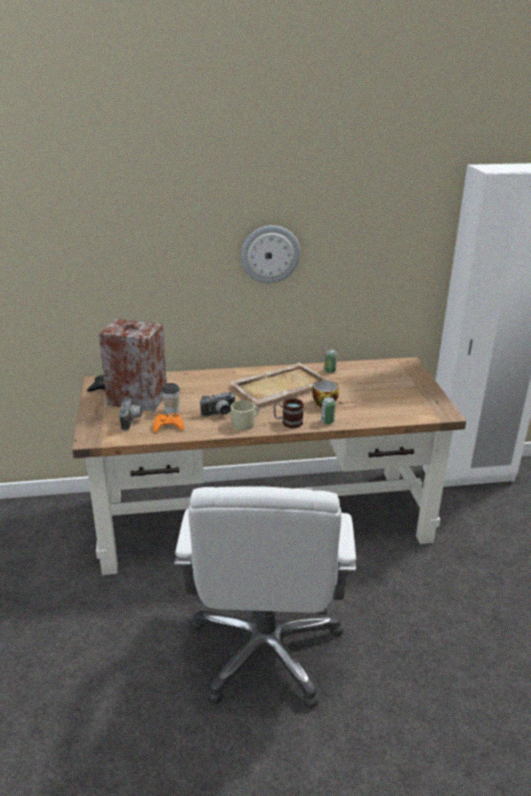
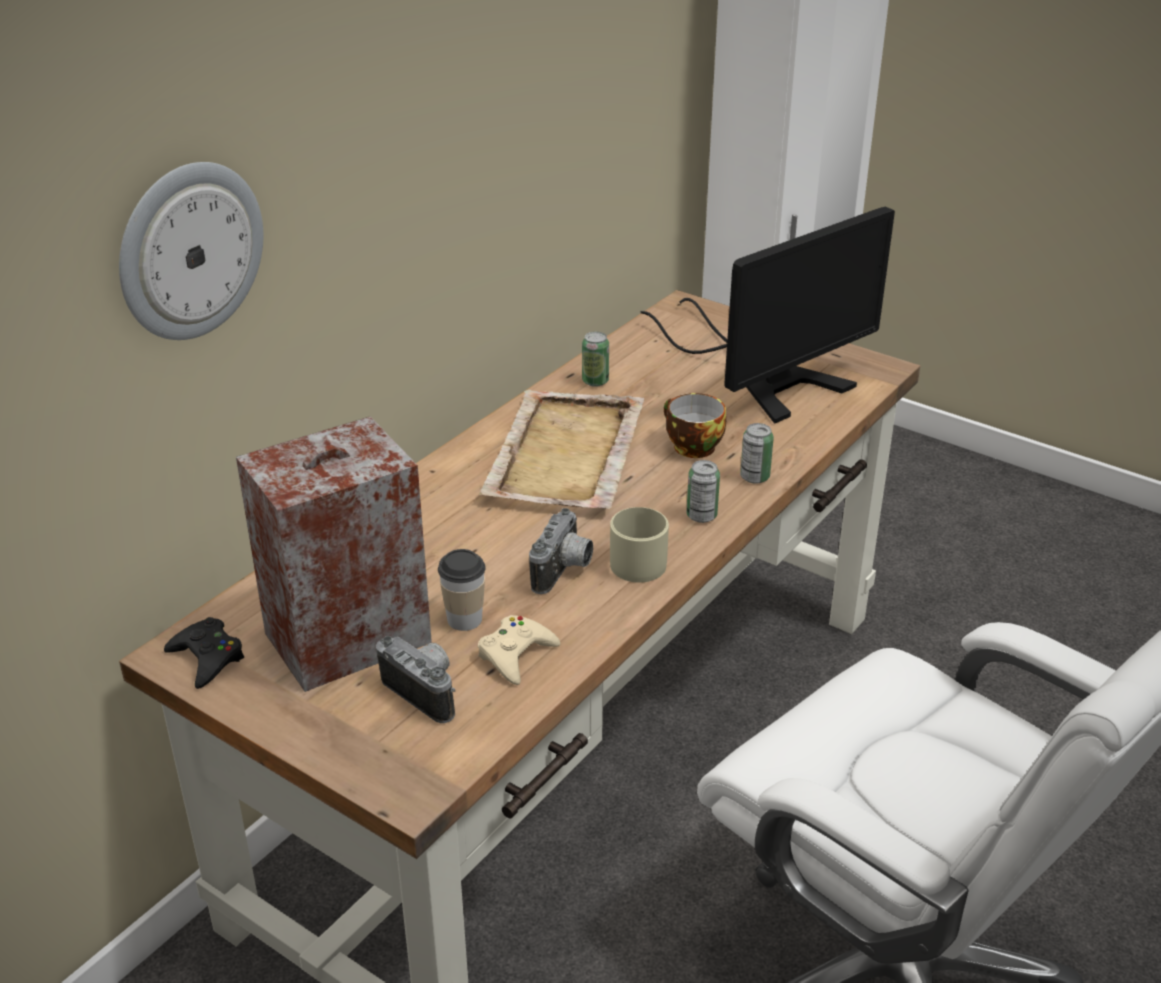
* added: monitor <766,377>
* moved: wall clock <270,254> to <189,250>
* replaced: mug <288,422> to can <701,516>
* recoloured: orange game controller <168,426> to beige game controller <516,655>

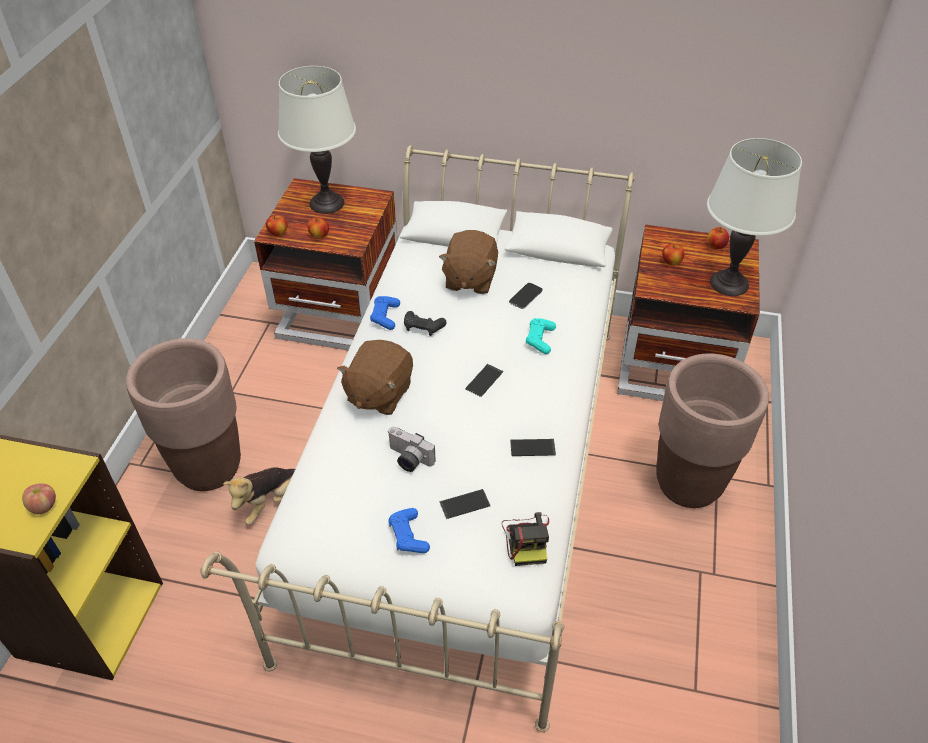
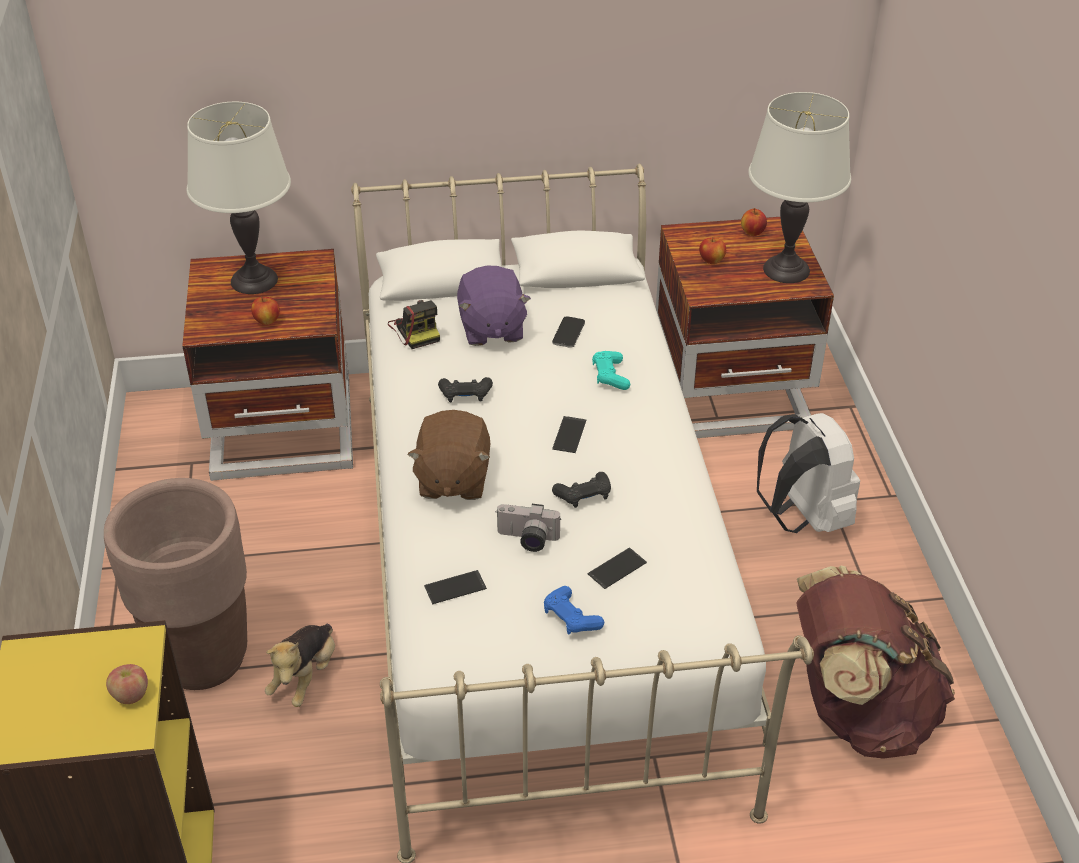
* removed: apple <278,233>
* removed: blue game controller <385,316>
* added: black game controller <584,495>
* added: brown backpack <857,712>
* moved: photo camera <527,539> to <416,330>
* moved: phone <532,448> to <455,587>
* replaced: brown planter <688,483> to white backpack <803,517>
* recoloured: brown plush toy <469,279> to purple plush toy <491,328>

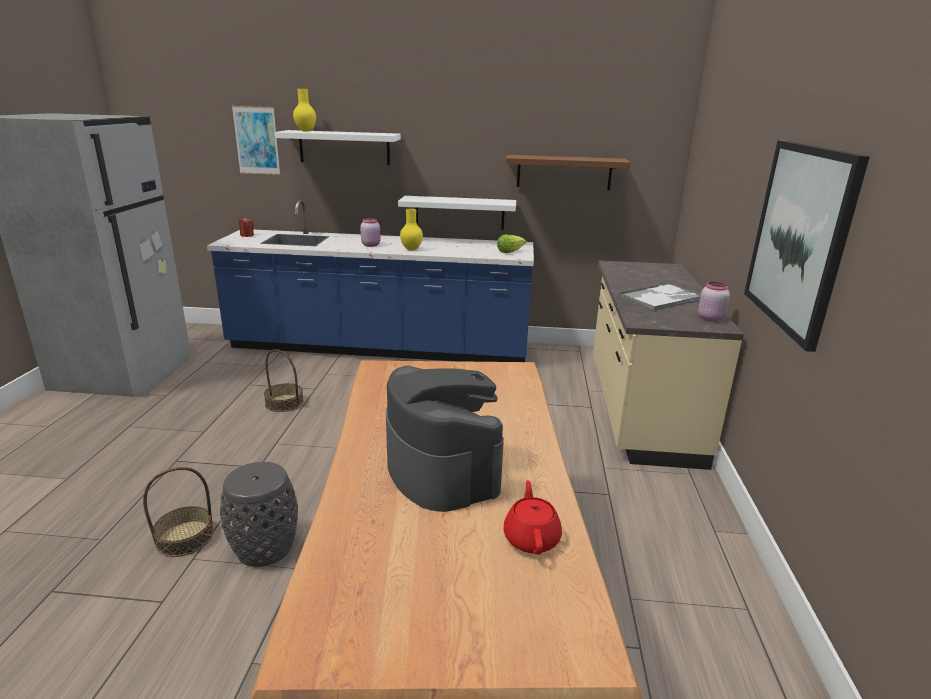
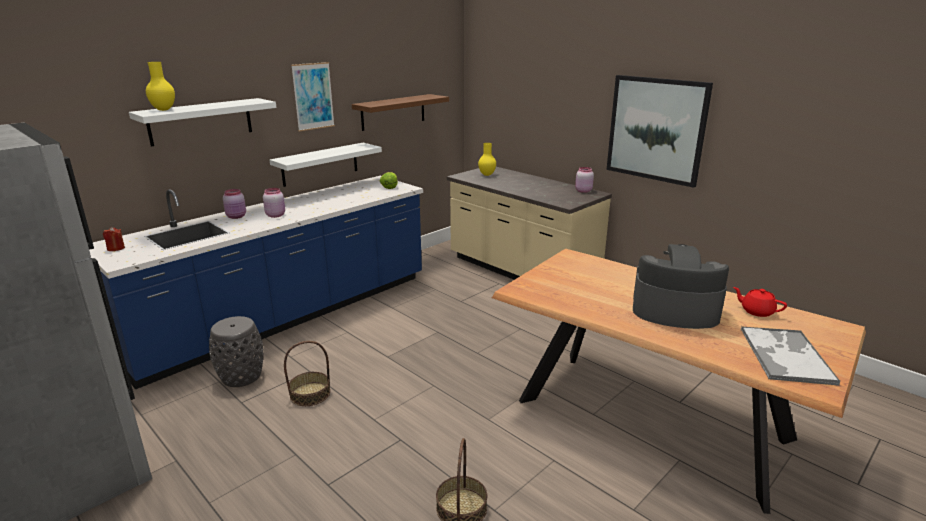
* added: pink jar <237,216>
* moved: grey stool <264,548> to <241,376>
* moved: picture <256,140> to <313,96>
* moved: yellow vase <412,249> to <487,175>
* moved: tray <661,297> to <785,355>

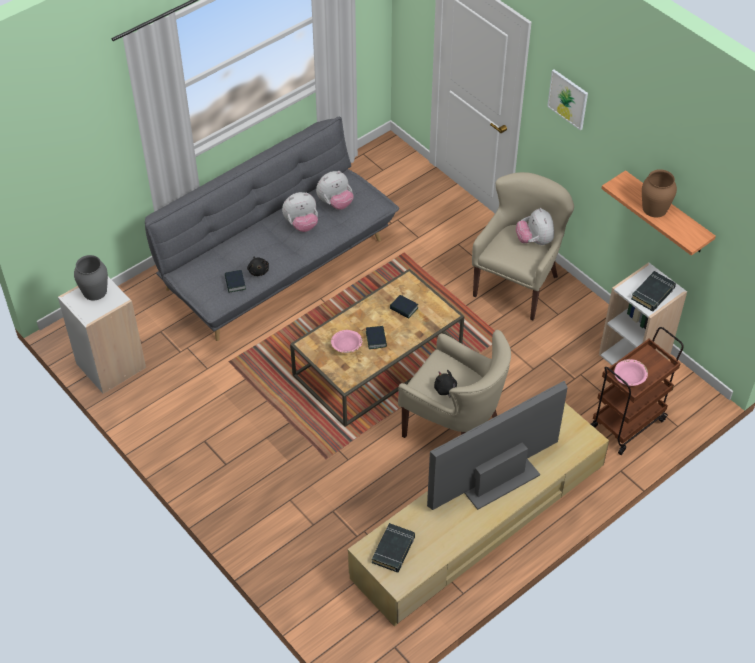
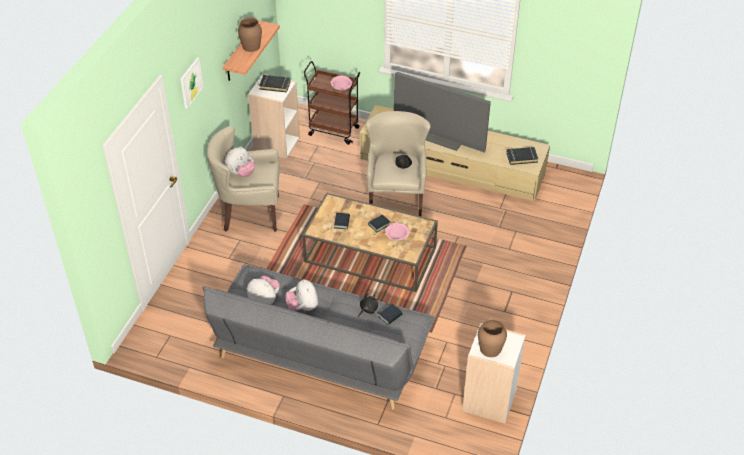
* recoloured: grey vase <94,291> to brown vase <490,348>
* turned: plush toy <301,224> = <303,307> 150 degrees counterclockwise

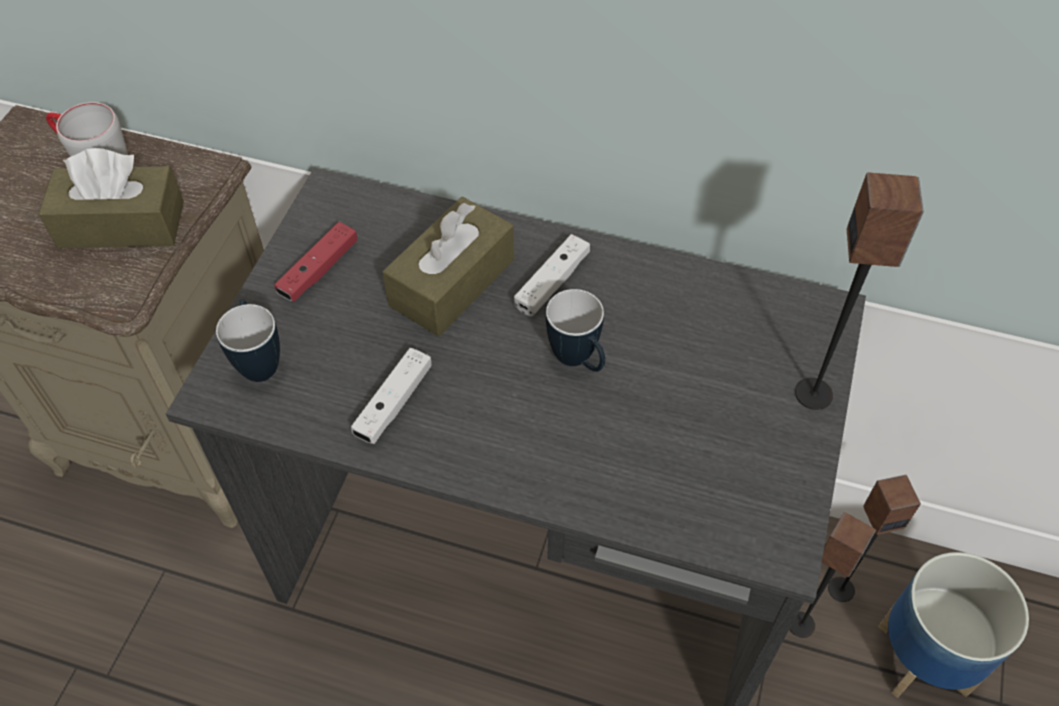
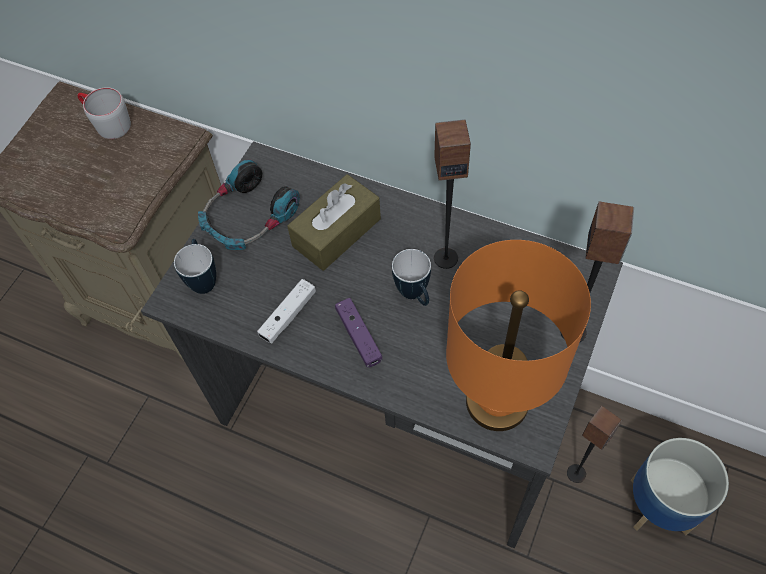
* removed: brown tissue box <121,224>
* removed: white game controller <552,282>
* added: purple game controller <359,336>
* added: orange table lamp <495,401>
* moved: speaker <841,588> to <445,257>
* replaced: red game controller <319,270> to headphones <249,217>

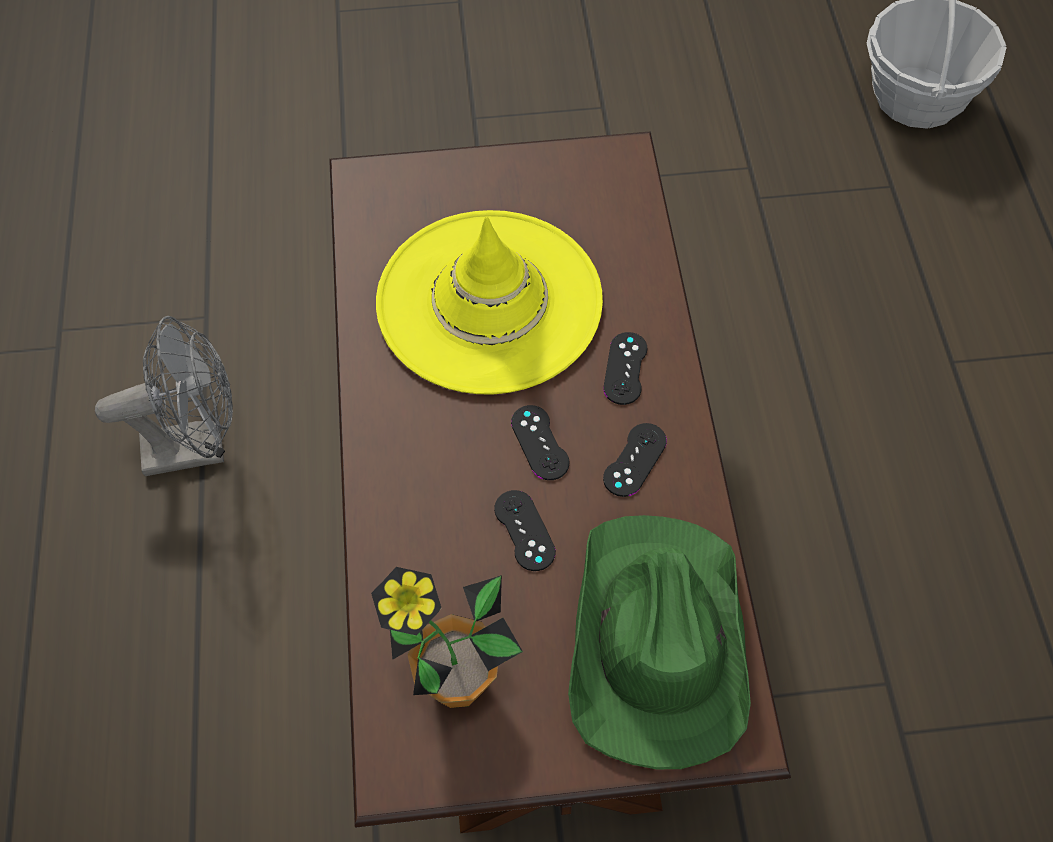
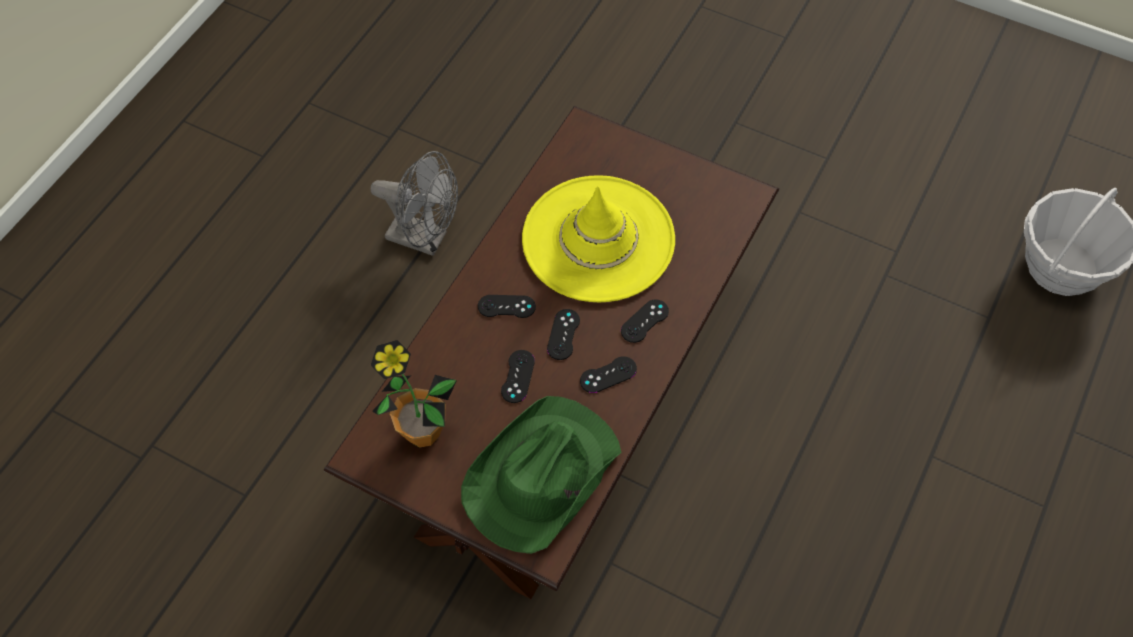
* added: black game controller <506,306>

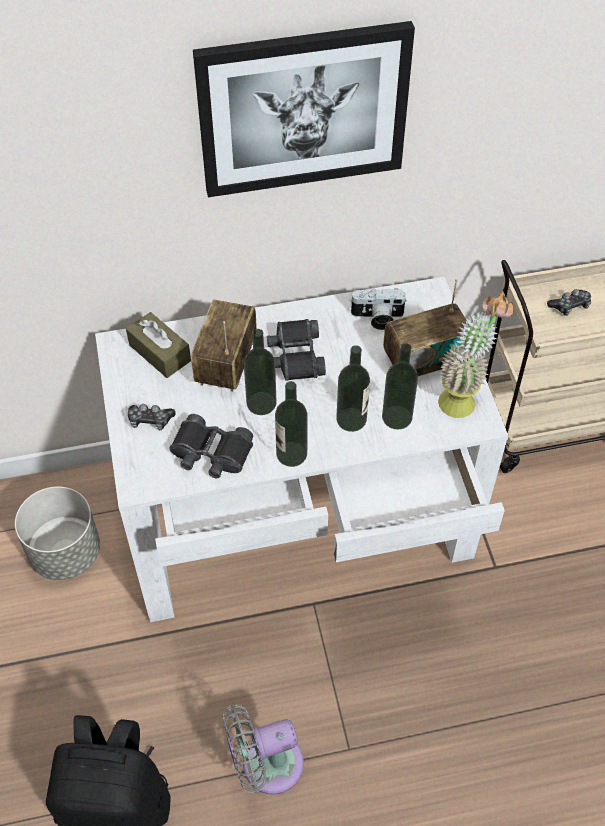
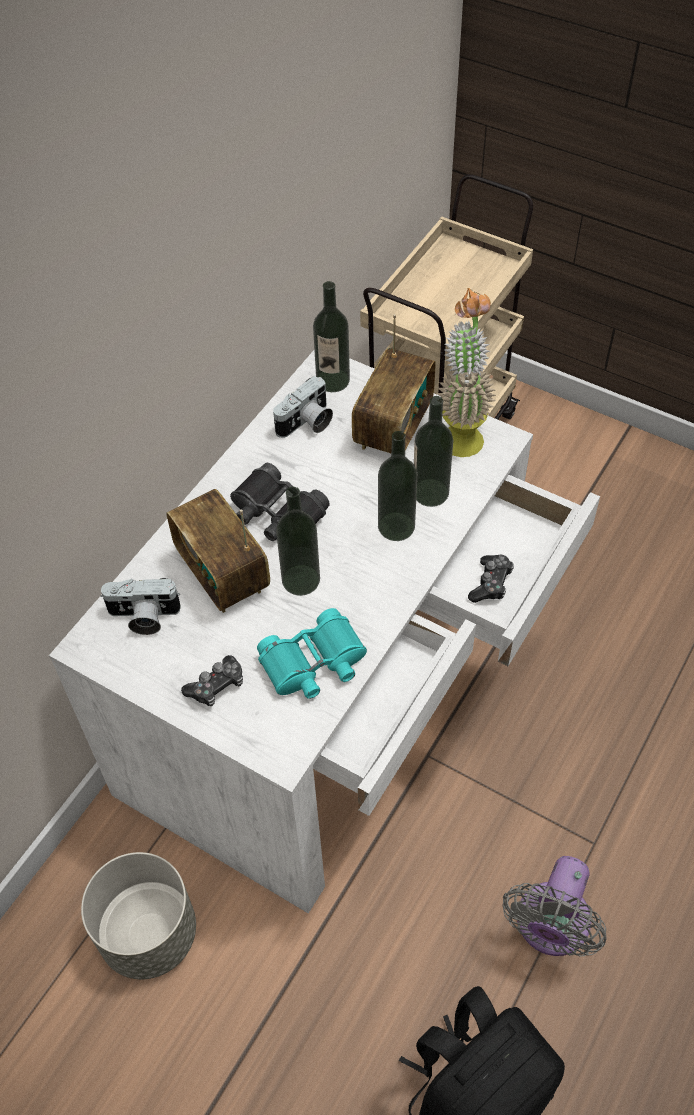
* removed: picture <303,109>
* moved: bottle <291,454> to <333,380>
* moved: game controller <570,306> to <491,583>
* replaced: brown tissue box <160,353> to photo camera <143,617>
* recoloured: black binoculars <211,454> to turquoise binoculars <314,664>

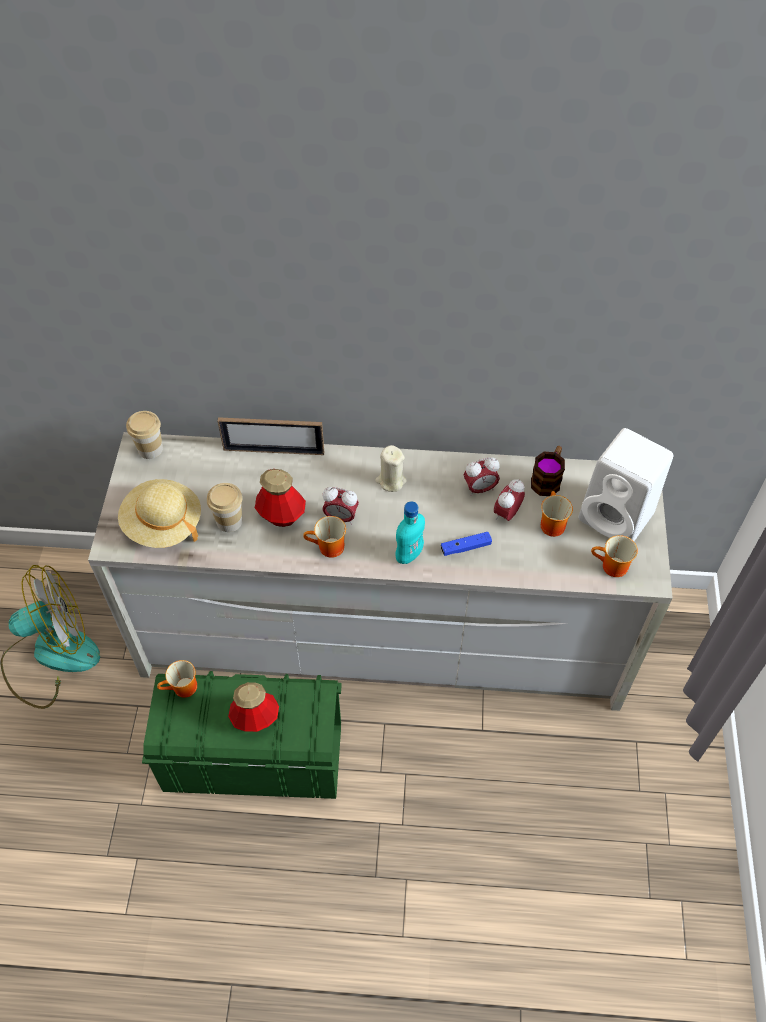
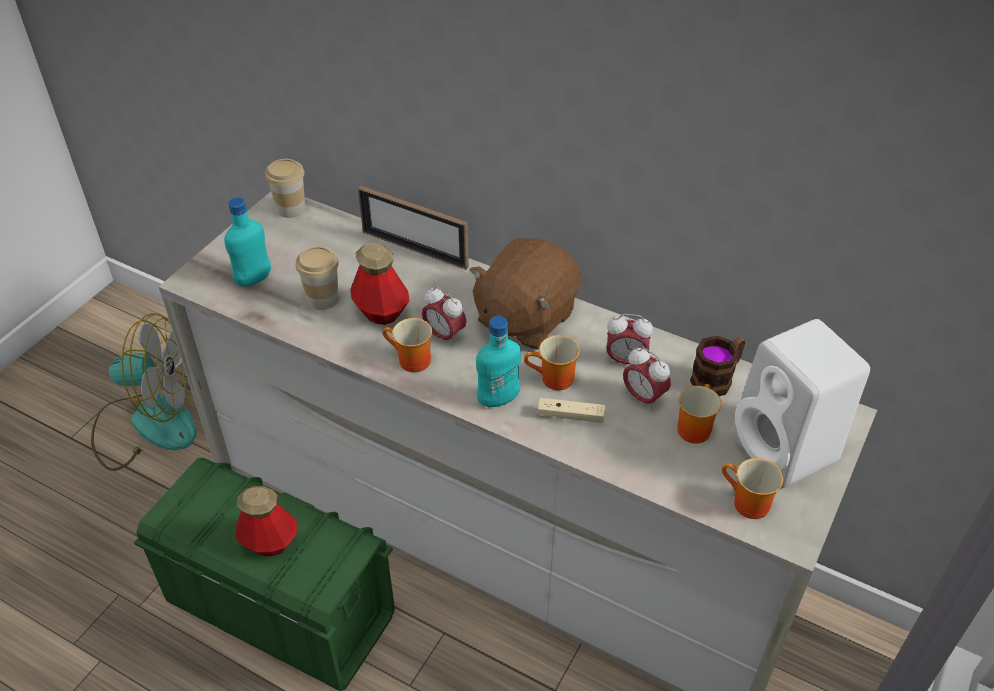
* moved: mug <183,689> to <553,380>
* replaced: beige hat <163,524> to turquoise bottle <254,279>
* replaced: beige candle <391,481> to brown plush toy <525,318>
* recoloured: blue game controller <465,547> to beige game controller <570,415>
* turned: alarm clock <507,514> = <643,397> 105 degrees counterclockwise

